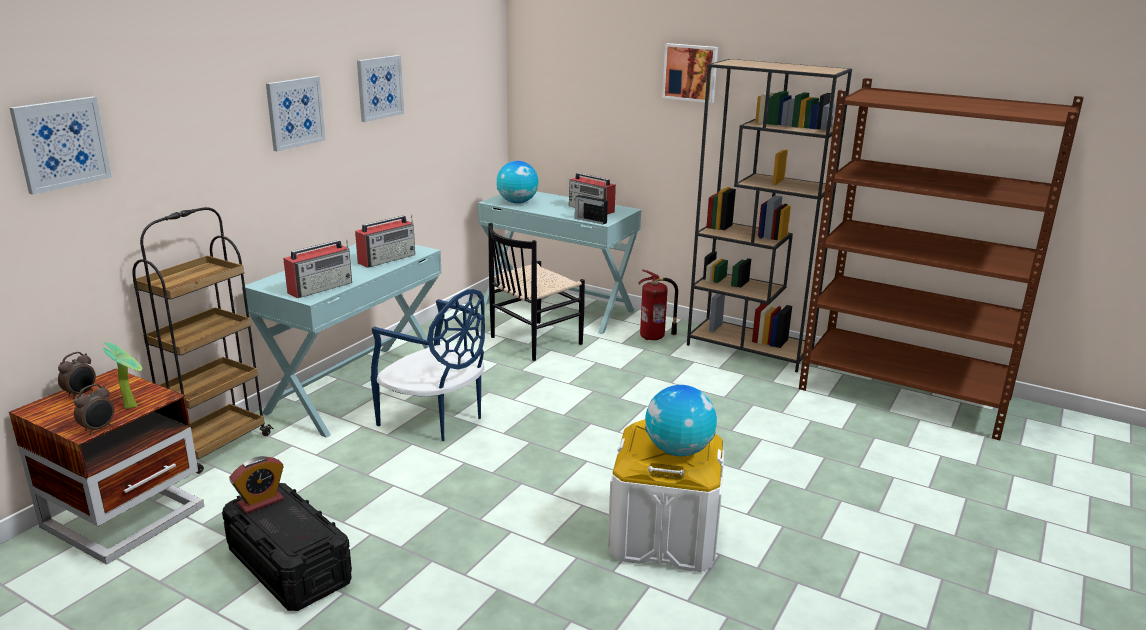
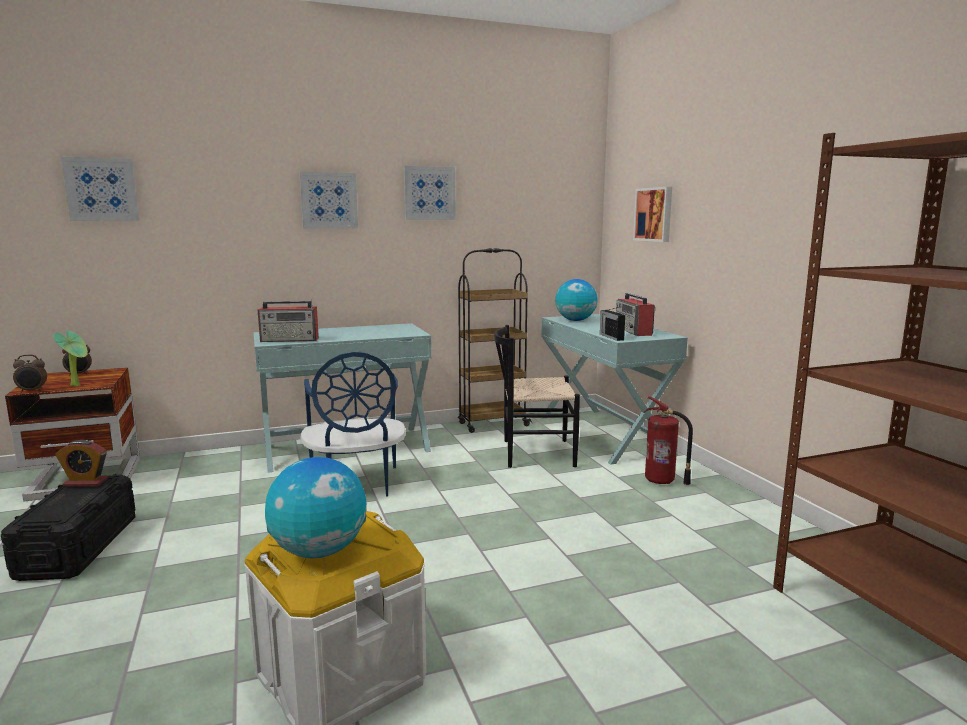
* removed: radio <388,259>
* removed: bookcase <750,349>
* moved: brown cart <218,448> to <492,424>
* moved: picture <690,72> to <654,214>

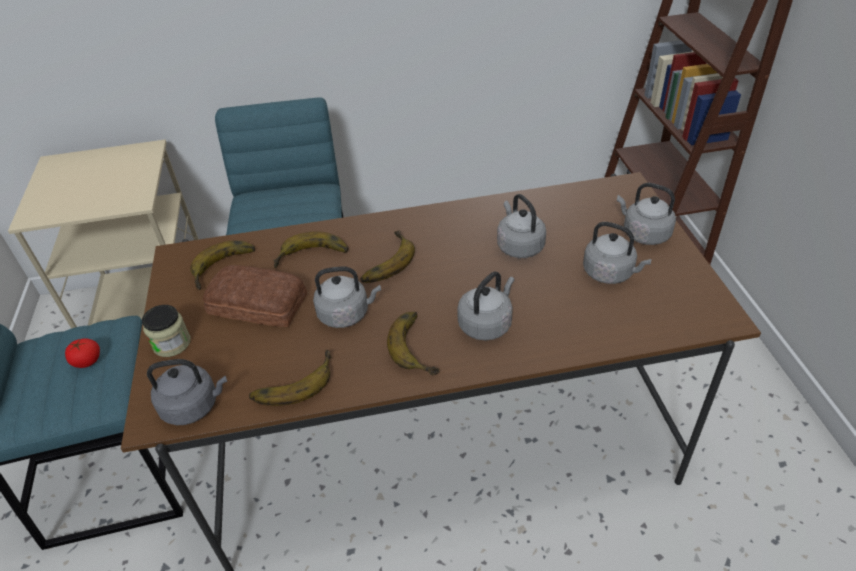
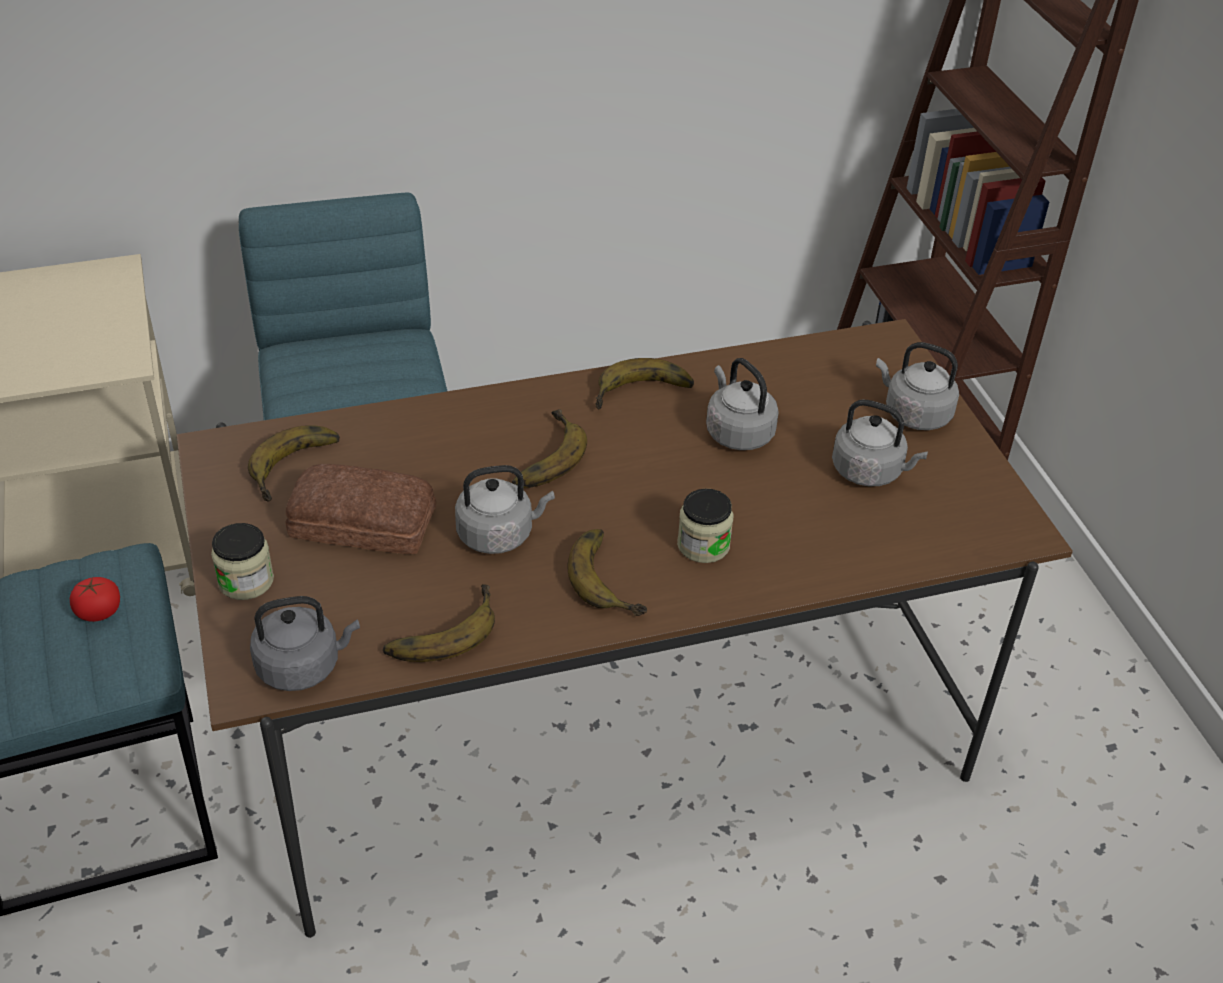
* moved: banana <312,257> to <644,395>
* replaced: grey kettle <486,324> to jar <703,545>

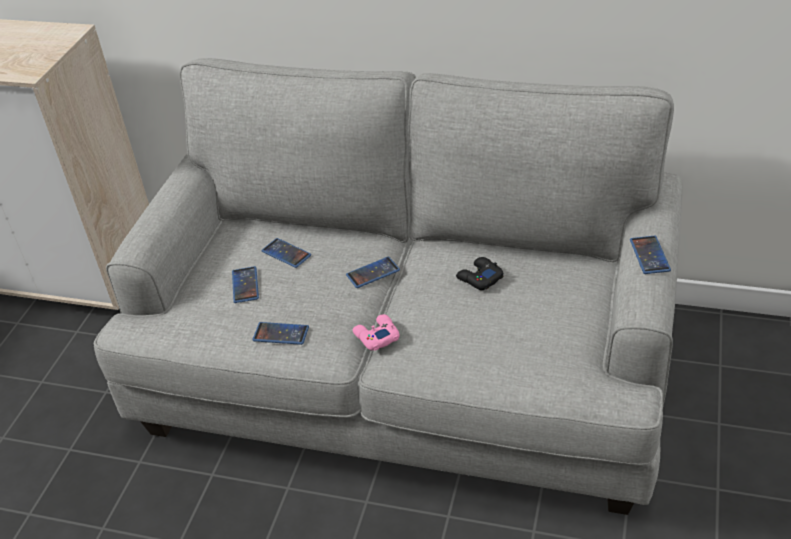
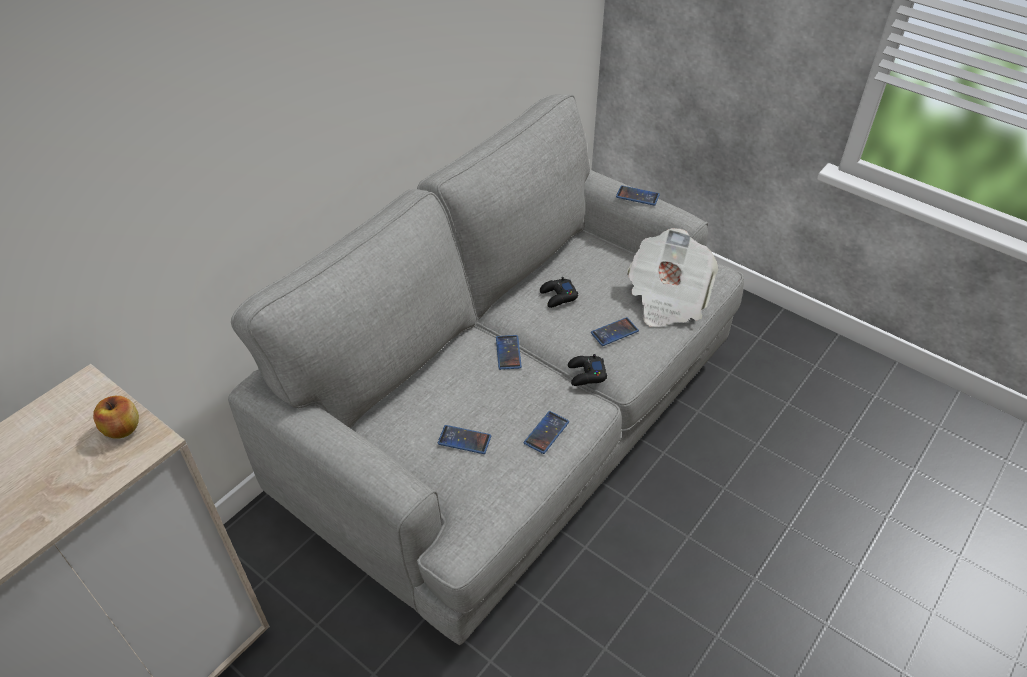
* added: apple <122,429>
* added: newspaper <667,297>
* moved: phone <286,253> to <614,332>
* recoloured: pink game controller <376,336> to black game controller <586,374>

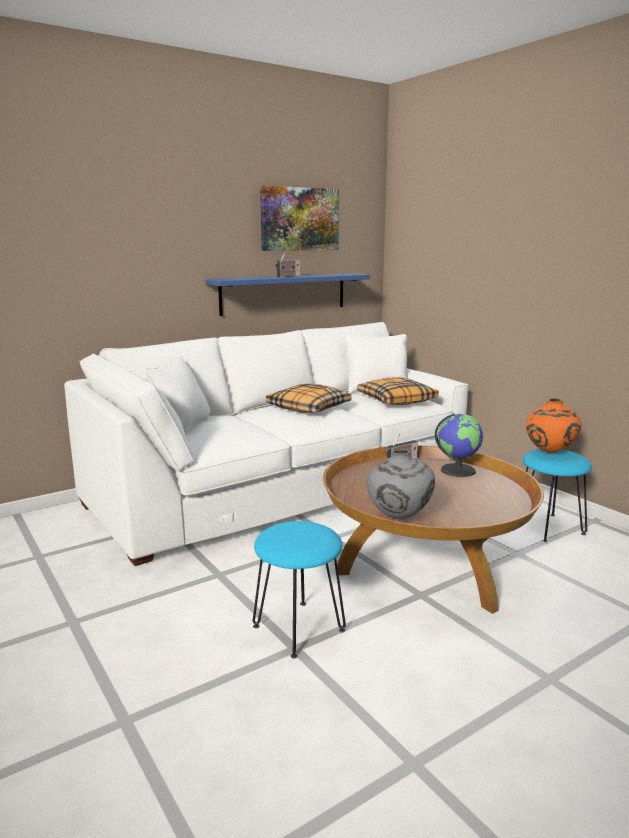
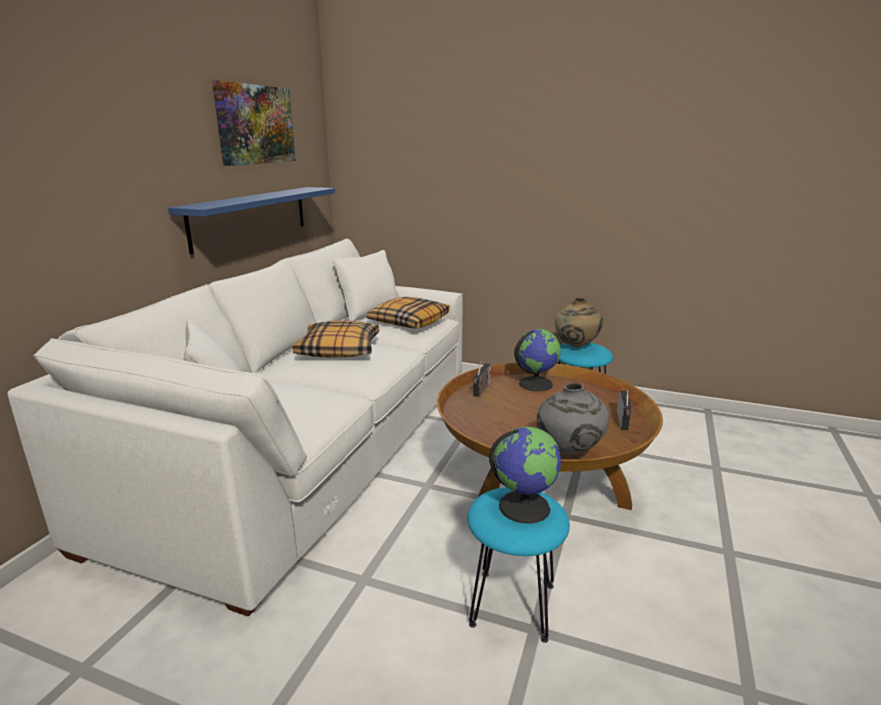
* added: globe <524,506>
* moved: radio <287,276> to <623,421>
* recoloured: orange vase <550,452> to beige vase <576,347>

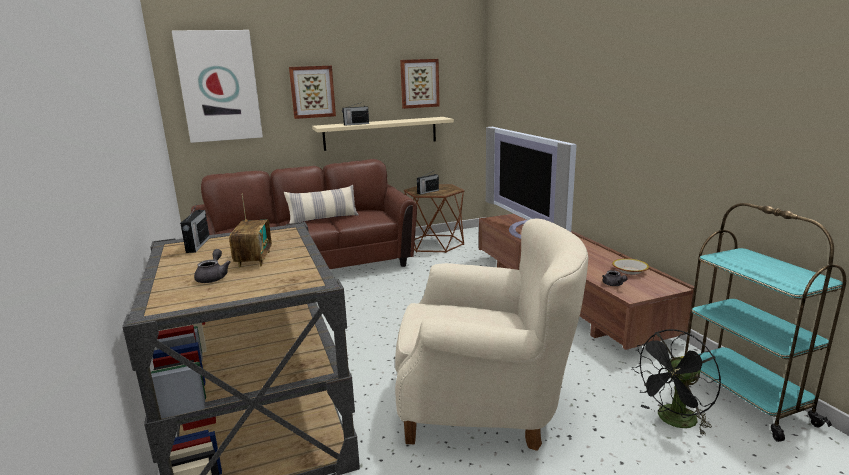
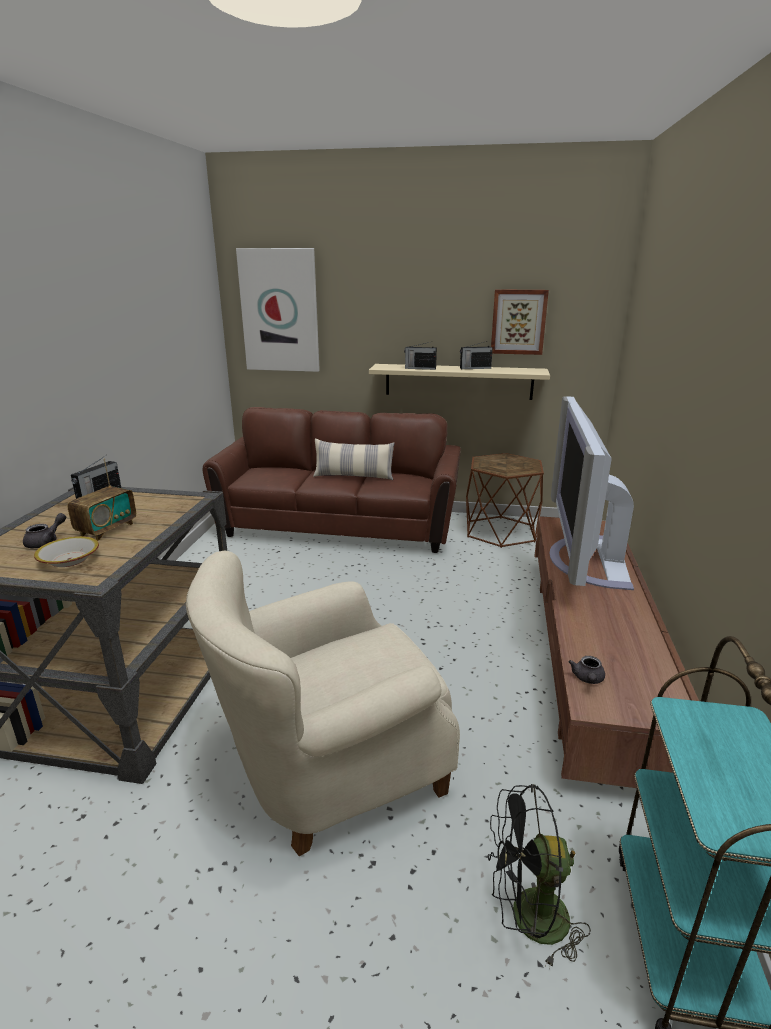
* removed: picture <312,92>
* moved: radio <427,192> to <474,368>
* moved: bowl <630,271> to <69,560>
* turned: beige armchair <485,404> = <329,769> 120 degrees clockwise

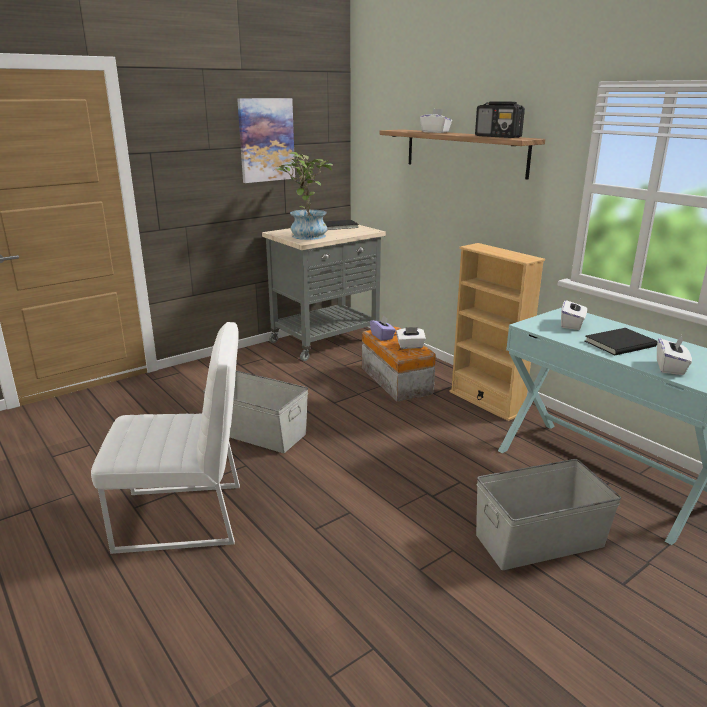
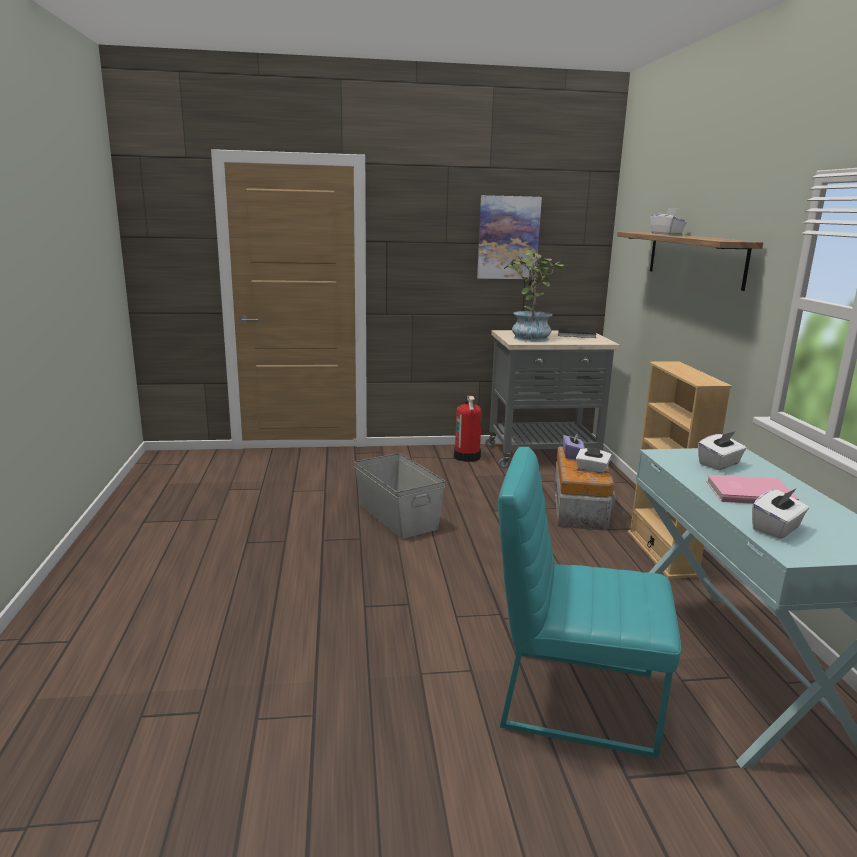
* removed: white chair <184,517>
* removed: radio <498,136>
* added: fire extinguisher <467,457>
* replaced: grey storage box <538,540> to turquoise chair <573,697>
* recoloured: black book <618,343> to pink book <748,492>

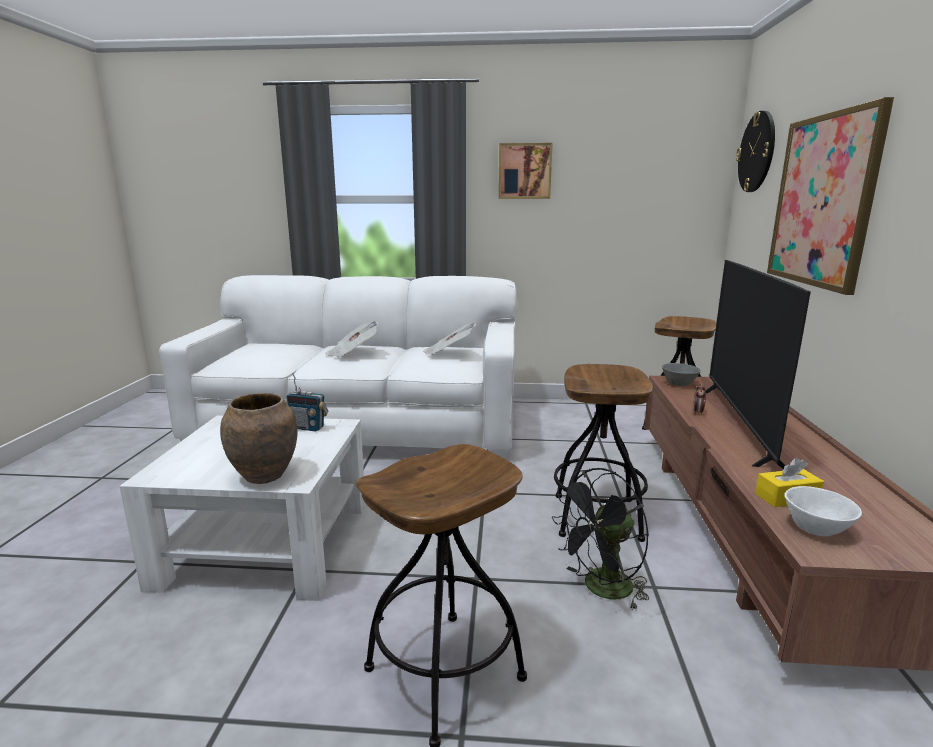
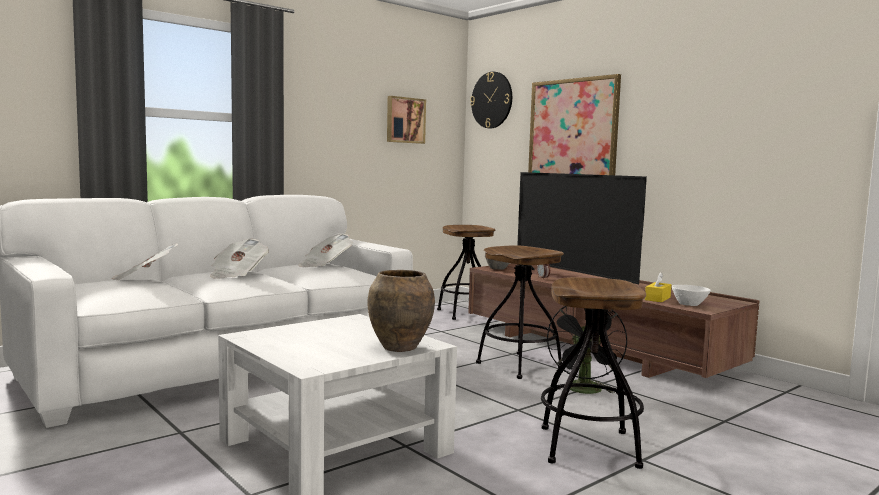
* removed: radio <308,427>
* added: newspaper <144,279>
* moved: picture <524,171> to <405,120>

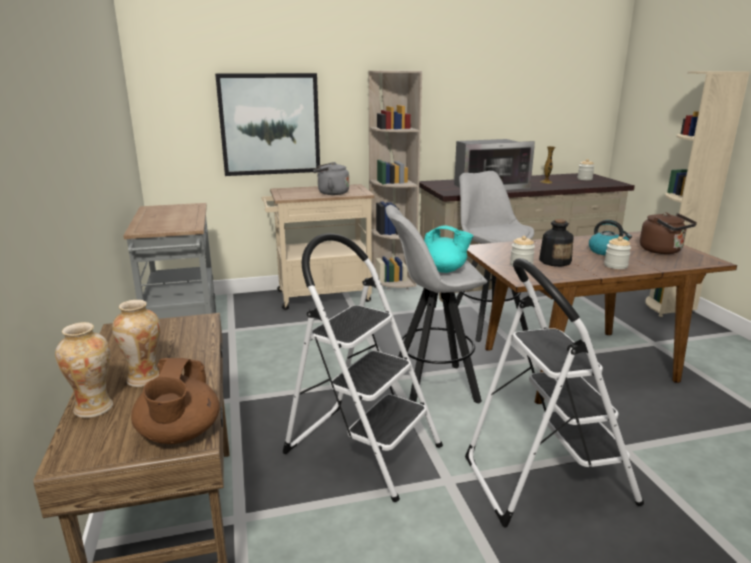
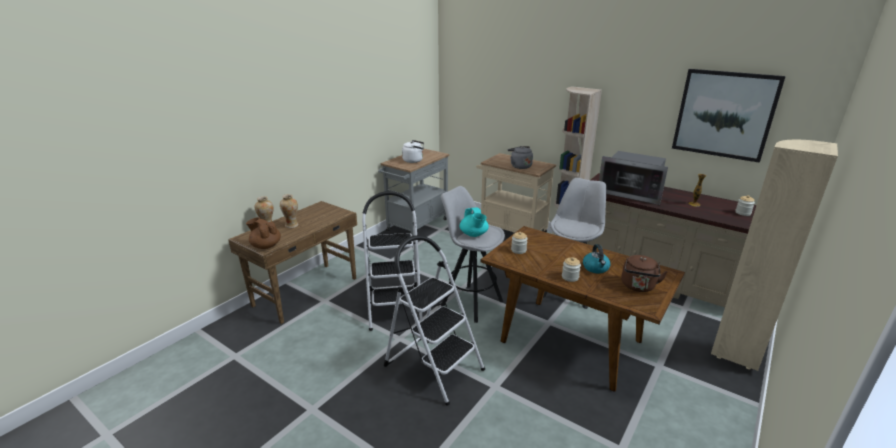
* removed: bottle <555,261>
* added: white kettle <414,160>
* moved: picture <270,124> to <724,114>
* turned: brown teapot <179,435> = <266,246> 75 degrees clockwise

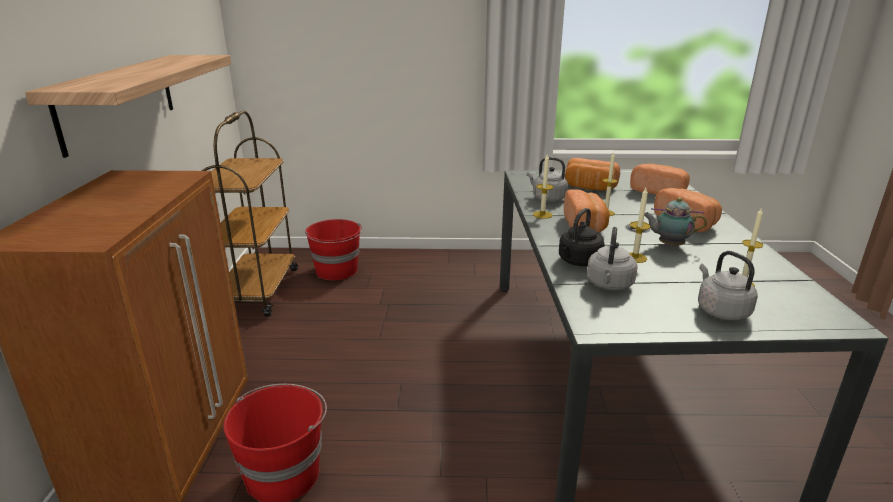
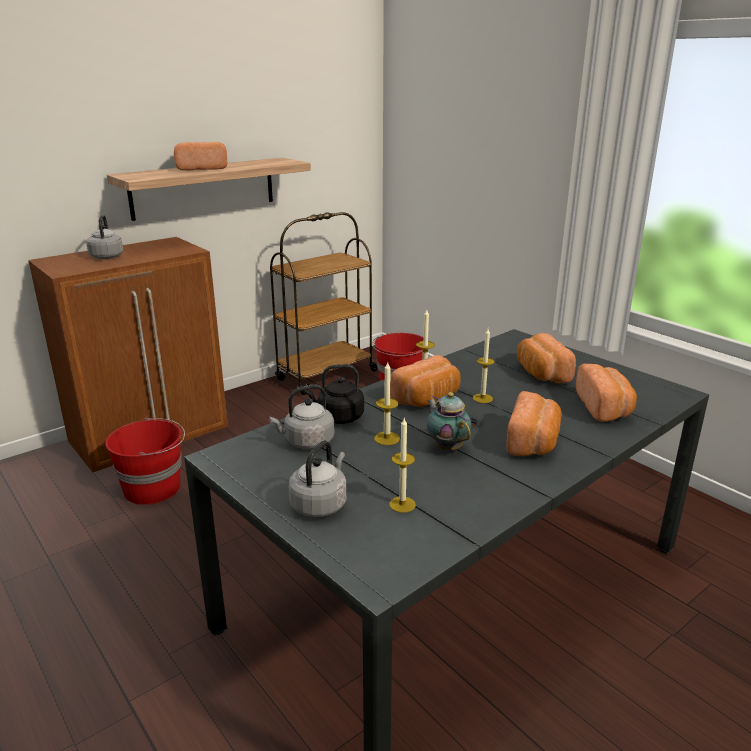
* added: bread <202,168>
* moved: grey kettle <547,198> to <107,256>

